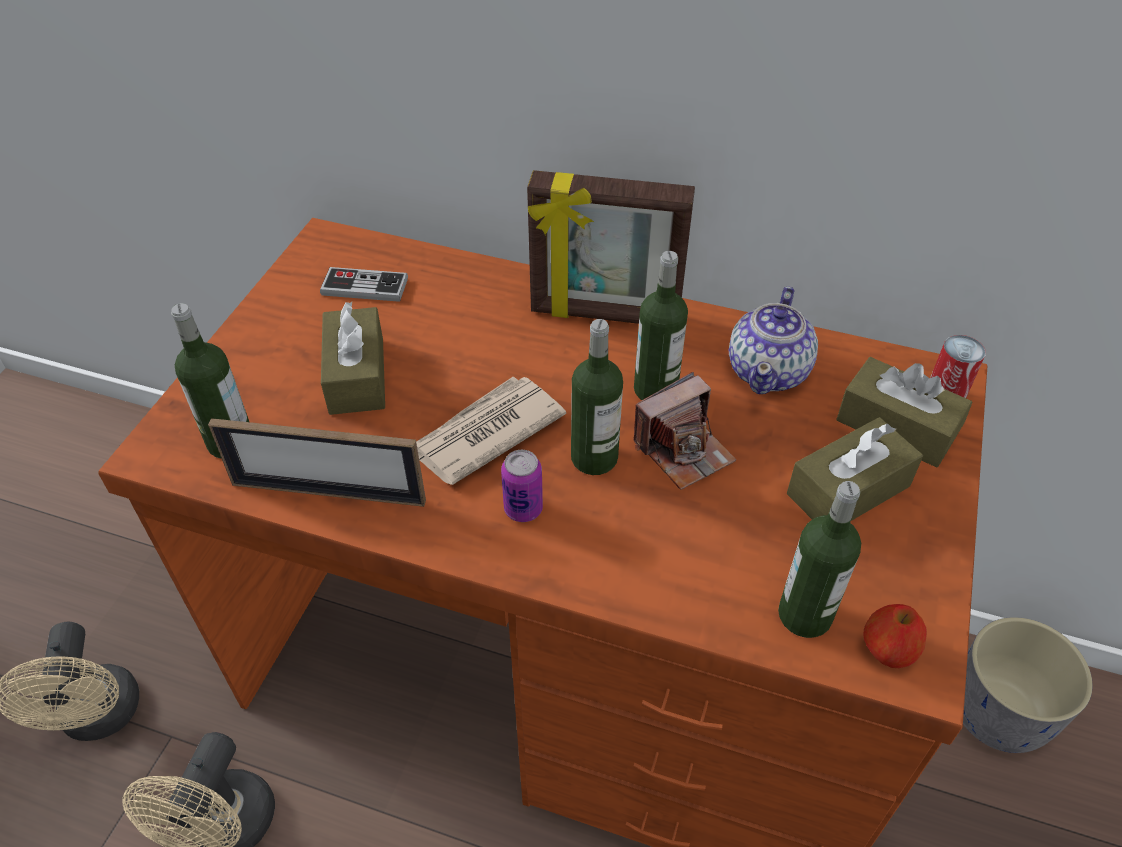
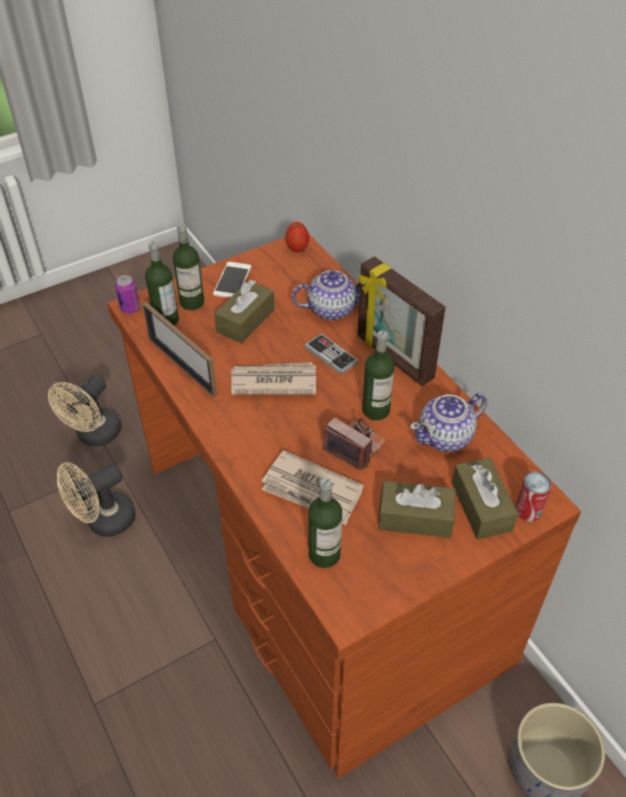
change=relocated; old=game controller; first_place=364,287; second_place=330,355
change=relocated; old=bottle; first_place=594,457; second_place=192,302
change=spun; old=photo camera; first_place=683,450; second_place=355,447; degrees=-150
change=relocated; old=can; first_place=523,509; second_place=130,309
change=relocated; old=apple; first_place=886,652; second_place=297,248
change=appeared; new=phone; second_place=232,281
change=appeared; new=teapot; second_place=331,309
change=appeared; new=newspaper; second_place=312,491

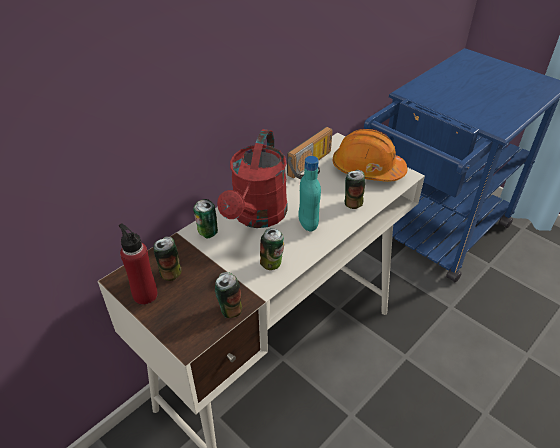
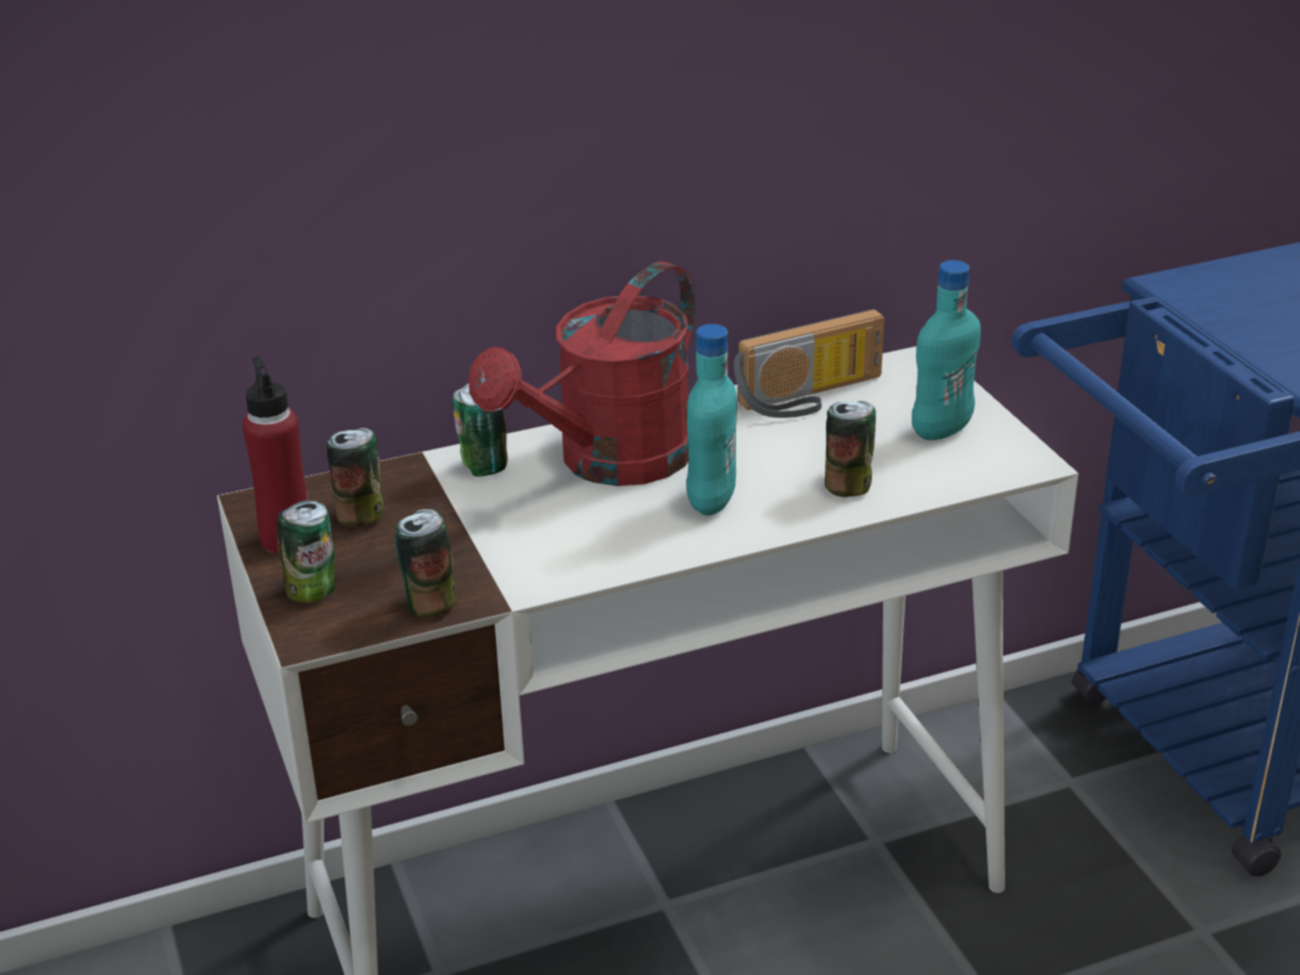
change=exchanged; old=hard hat (orange); new=bottle (turquoise); first_place=367,169; second_place=941,430
change=relocated; old=can; first_place=272,263; second_place=313,592

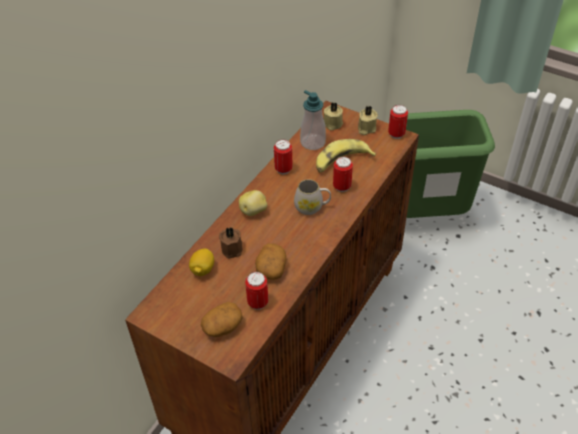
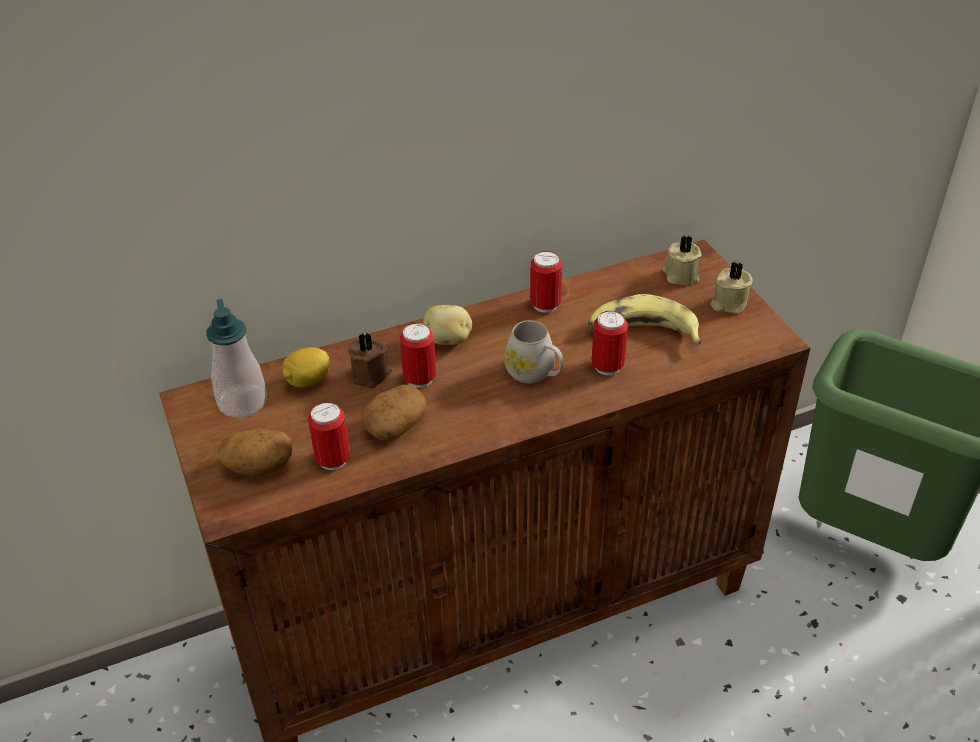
change=relocated; old=soap dispenser; first_place=312,142; second_place=242,402
change=relocated; old=can; first_place=396,134; second_place=420,379

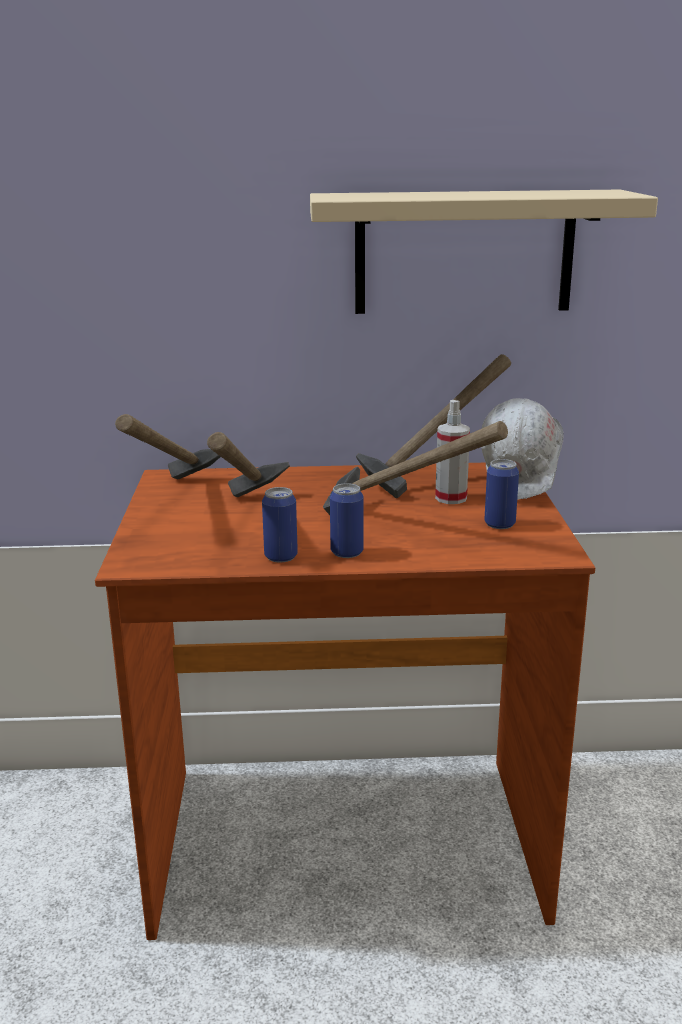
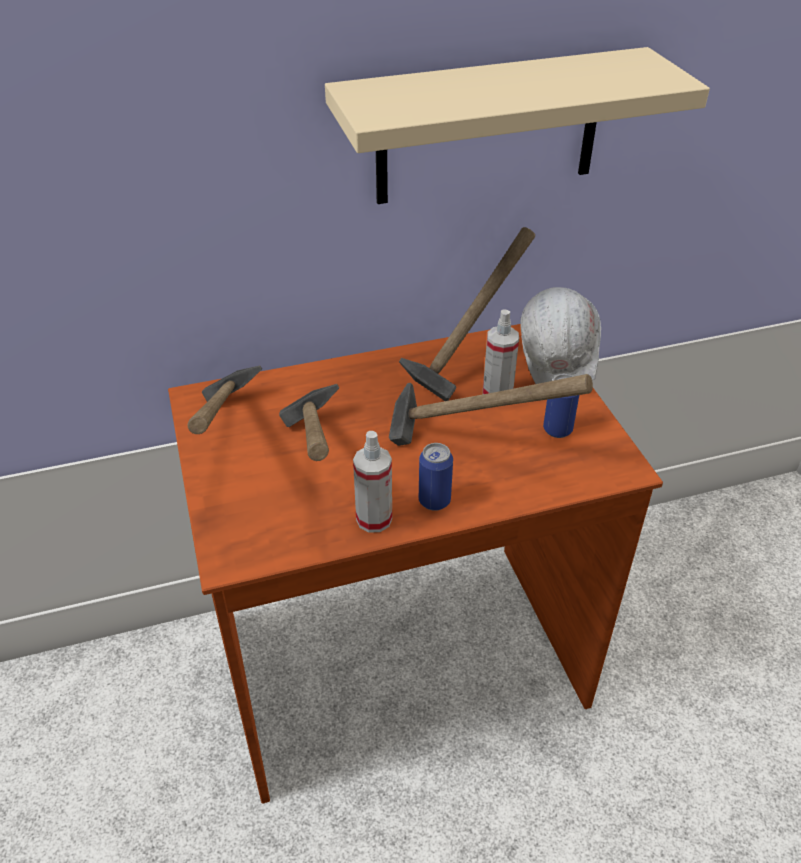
change=exchanged; old=can; new=spray bottle; first_place=281,556; second_place=374,519

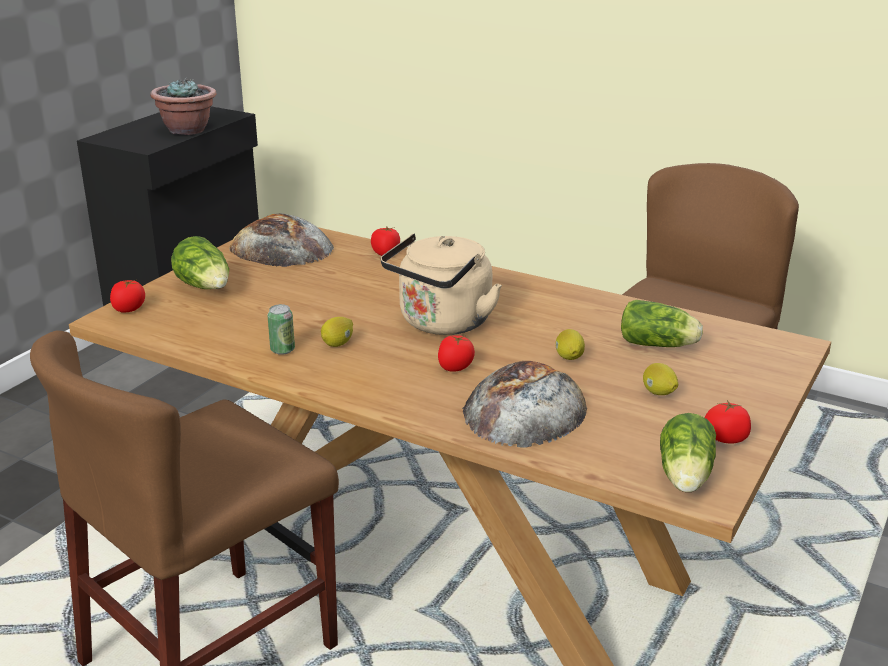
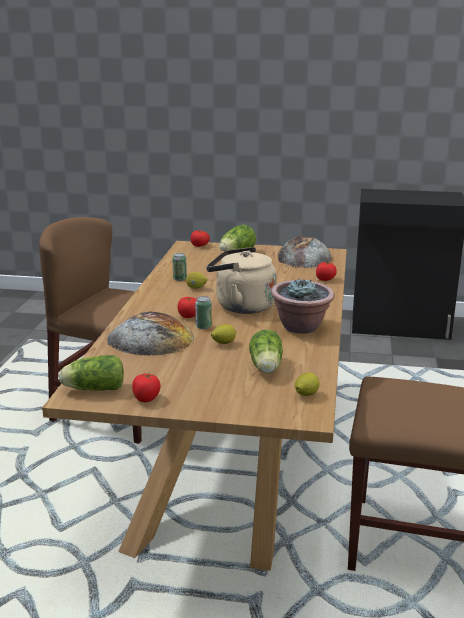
change=relocated; old=potted plant; first_place=187,130; second_place=301,327
change=relocated; old=lemon; first_place=659,393; second_place=306,394
change=appeared; new=can; second_place=203,326

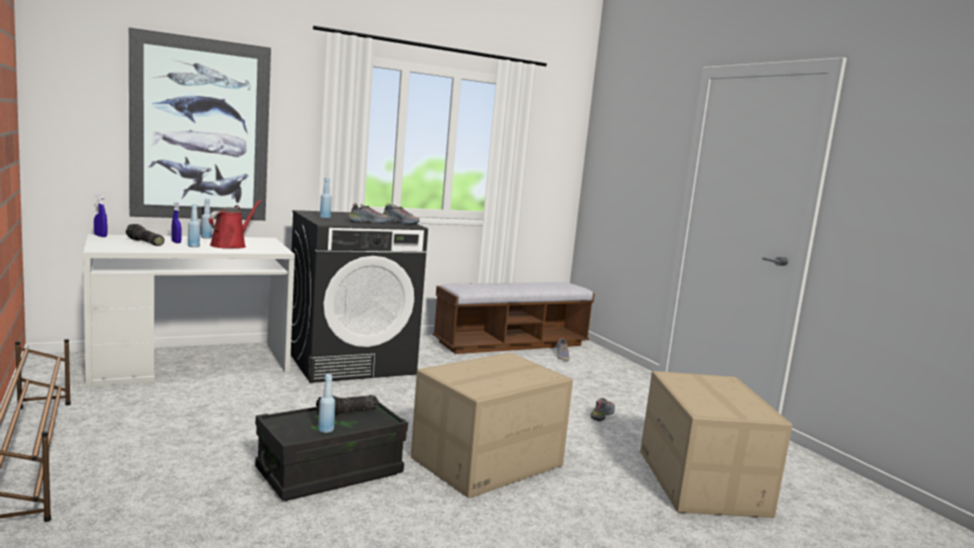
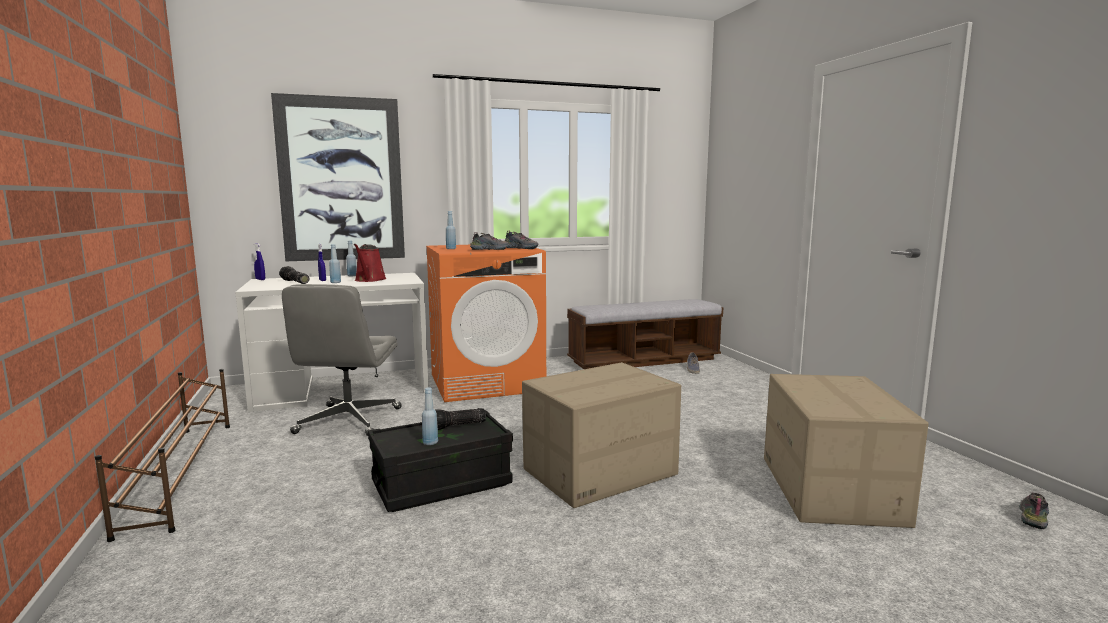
change=spun; old=watering can (red); first_place=230,245; second_place=369,280; degrees=150
change=colour; old=washing machine (black); new=washing machine (orange); first_place=351,362; second_place=487,382
change=relocated; old=shoe; first_place=602,414; second_place=1033,516
change=appeared; new=office chair (grey); second_place=348,421

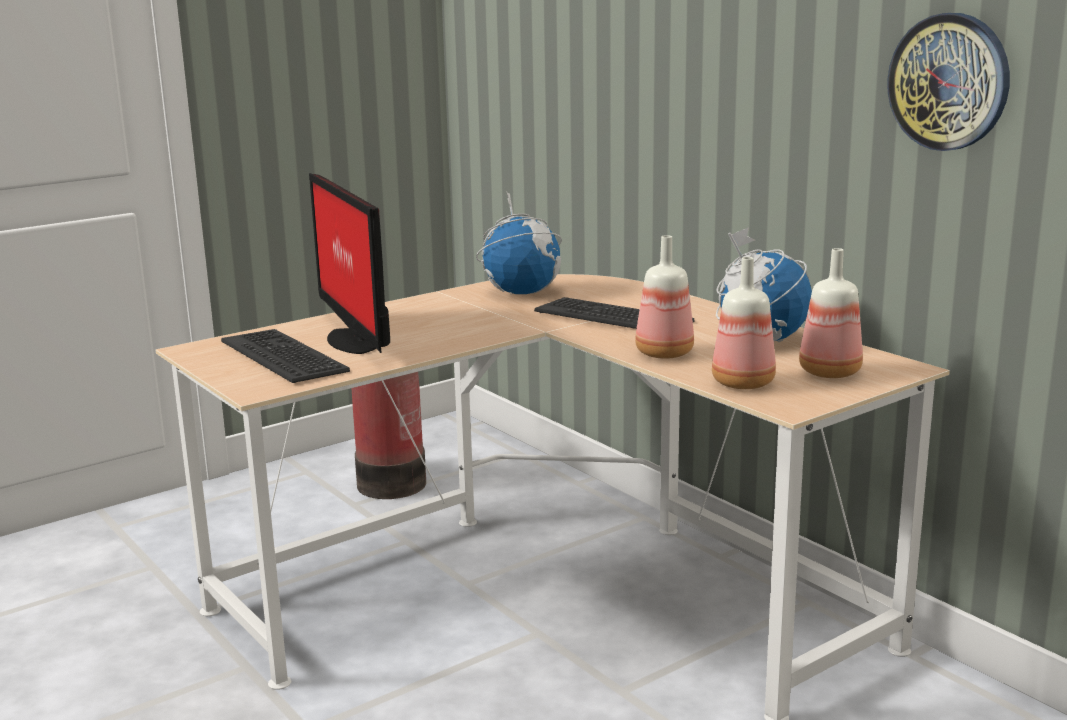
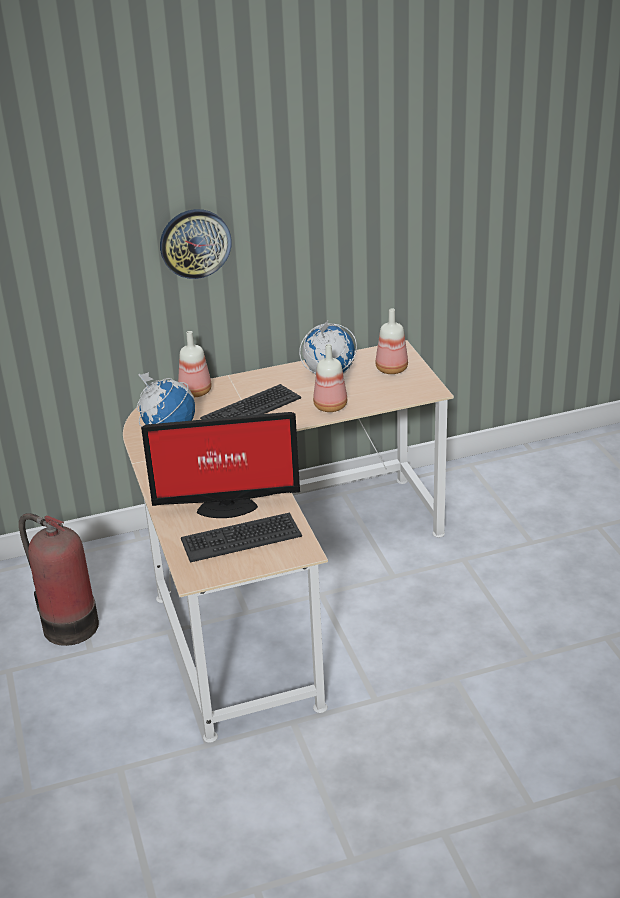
change=relocated; old=wall clock; first_place=949,82; second_place=195,243
change=relocated; old=bottle; first_place=741,382; second_place=194,392

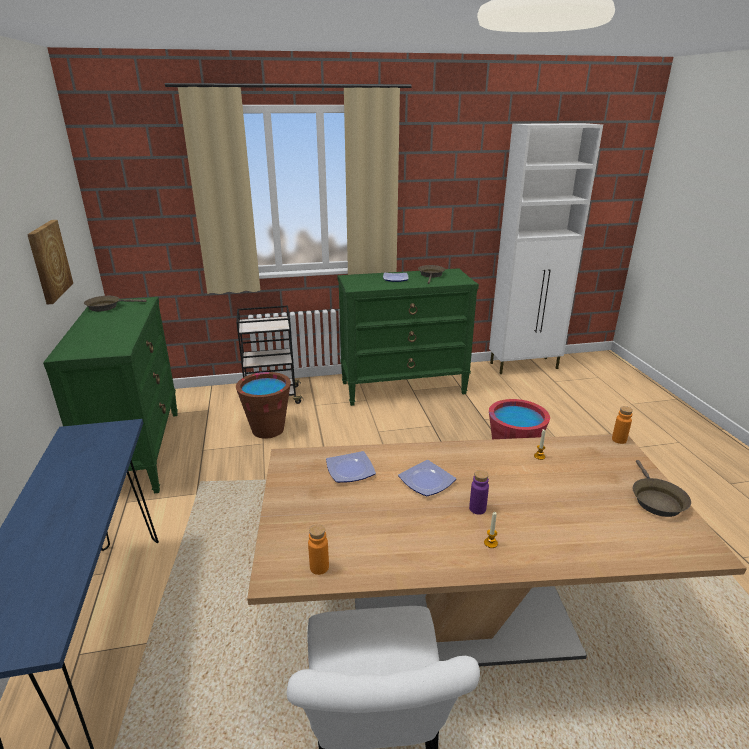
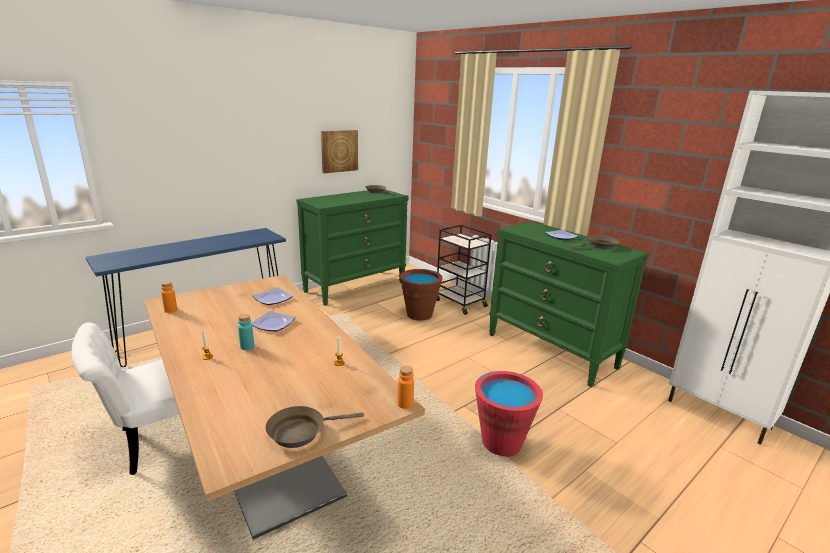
change=colour; old=bottle (purple); new=bottle (turquoise); first_place=477,509; second_place=247,346

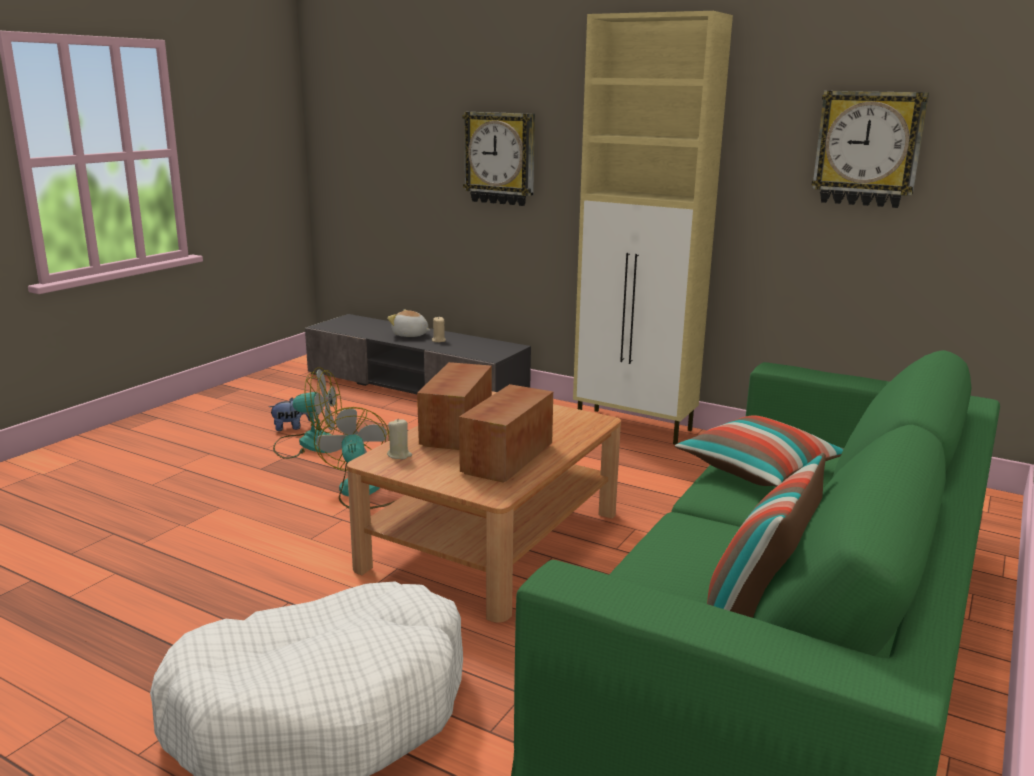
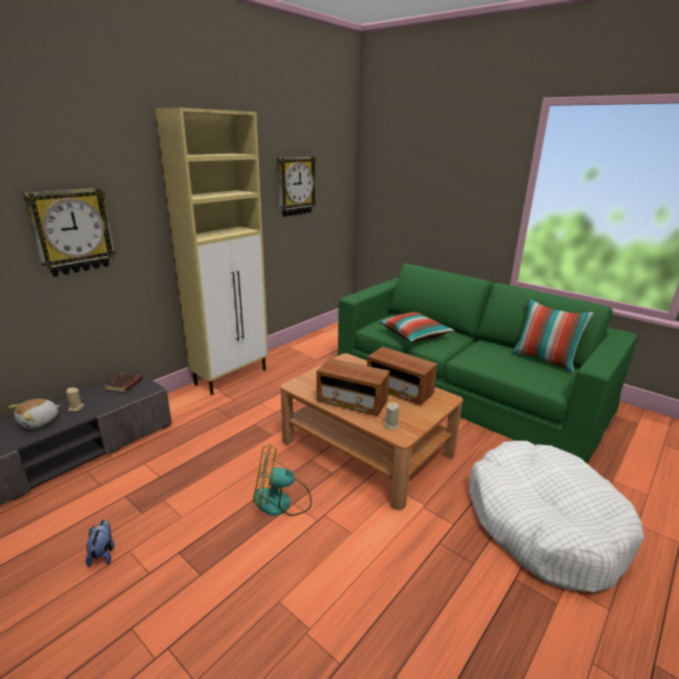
change=missing; old=fan; first_place=308,444
change=appeared; new=book (brown); second_place=124,385

